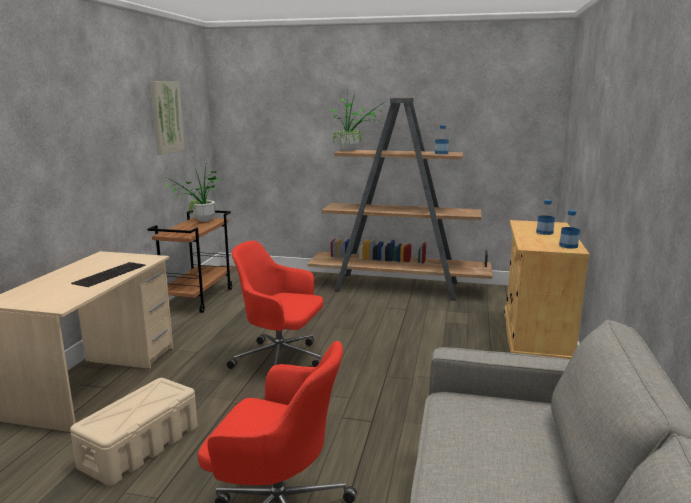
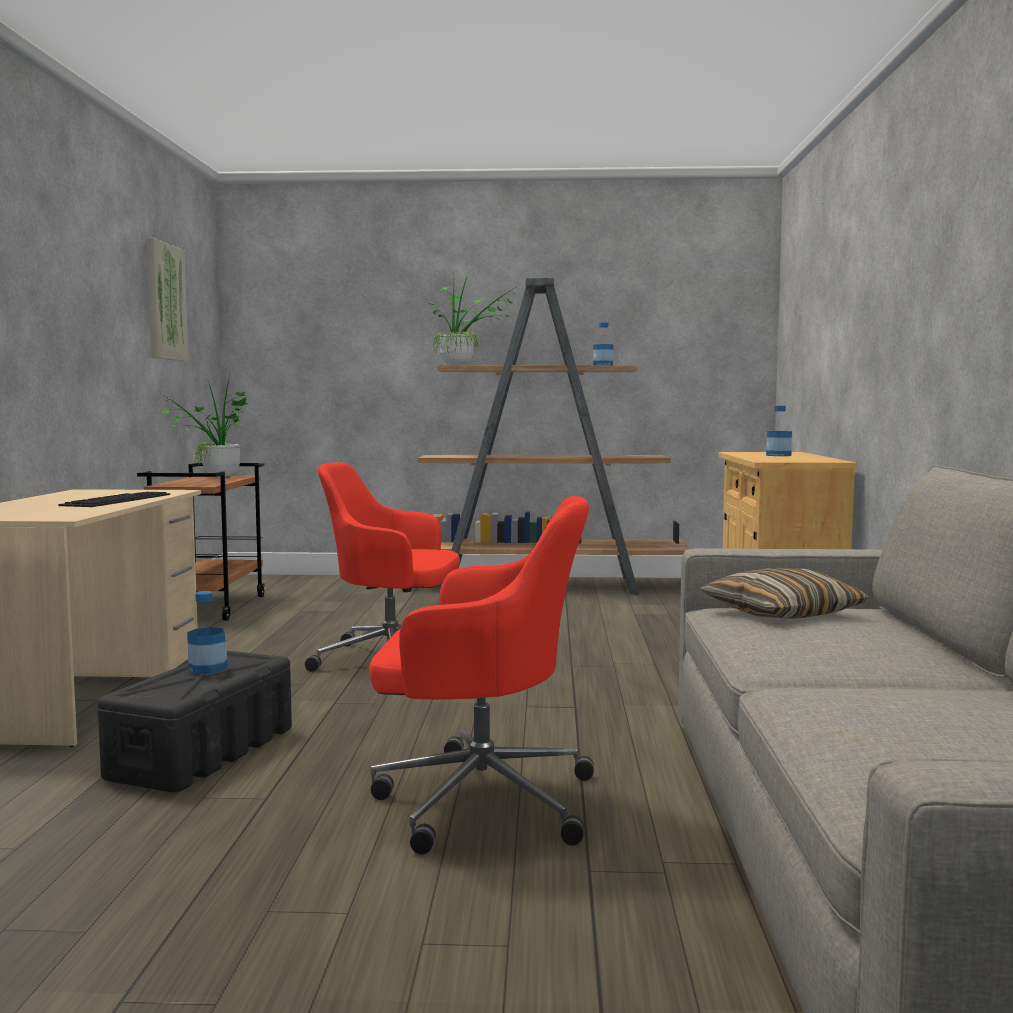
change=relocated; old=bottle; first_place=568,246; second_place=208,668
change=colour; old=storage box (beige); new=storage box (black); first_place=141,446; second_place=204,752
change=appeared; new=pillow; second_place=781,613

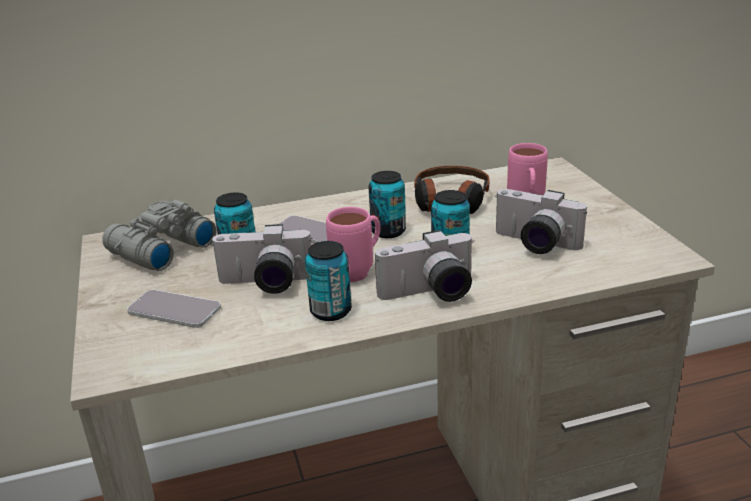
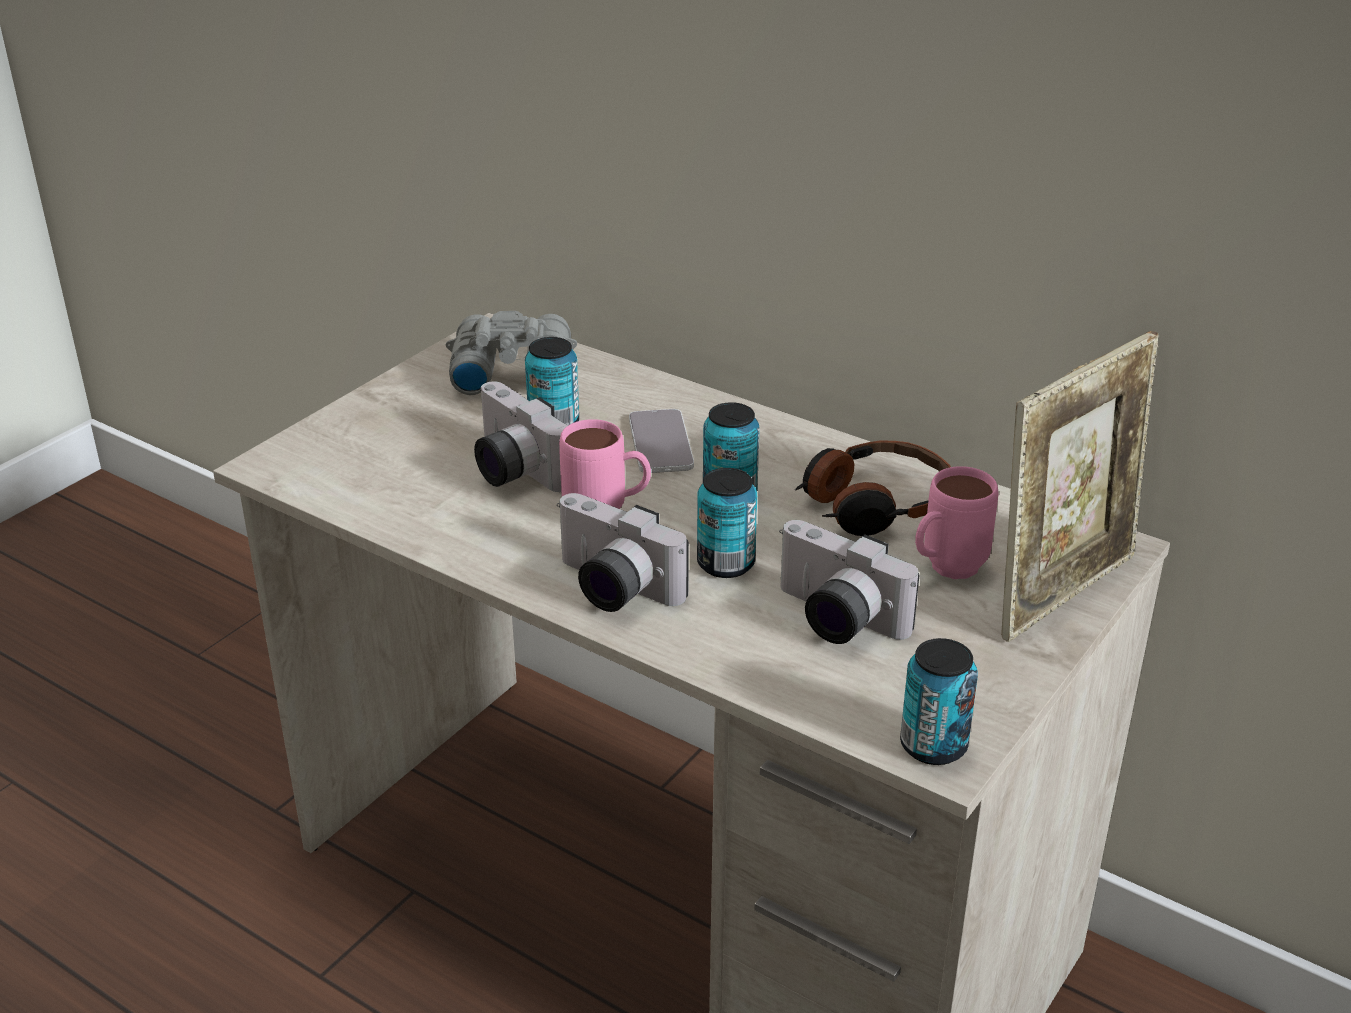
change=spun; old=photo camera; first_place=533,244; second_place=833,619; degrees=-45
change=relocated; old=can; first_place=331,311; second_place=933,746
change=missing; old=phone; first_place=174,310
change=appeared; new=picture frame; second_place=1062,591

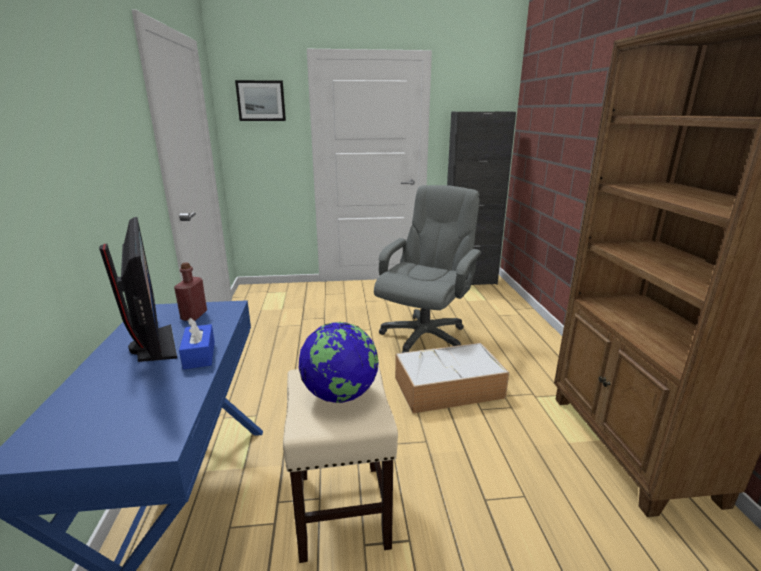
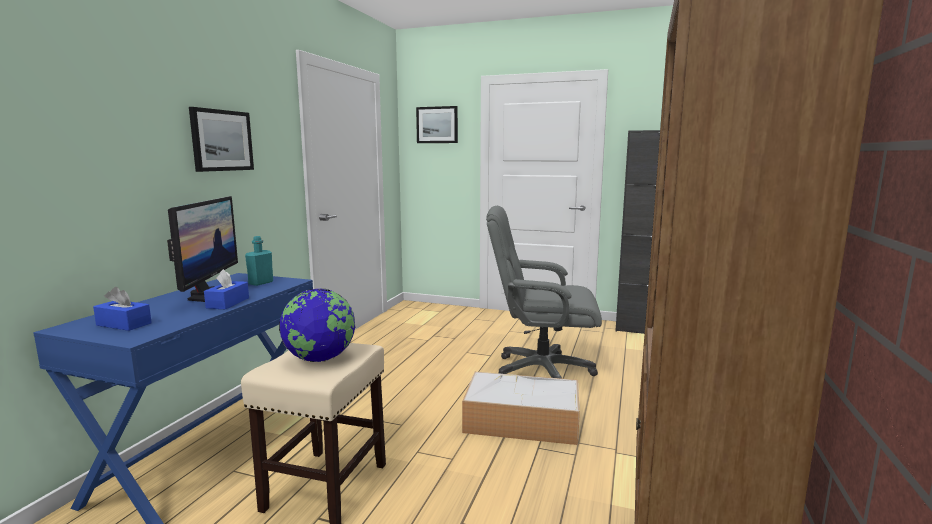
change=spun; old=office chair (grey); first_place=424,336; second_place=541,371; degrees=-135
change=colour; old=bottle (red); new=bottle (turquoise); first_place=194,316; second_place=261,283
change=appeared; new=picture; second_place=221,140
change=appeared; new=tissue box (blue); second_place=124,324

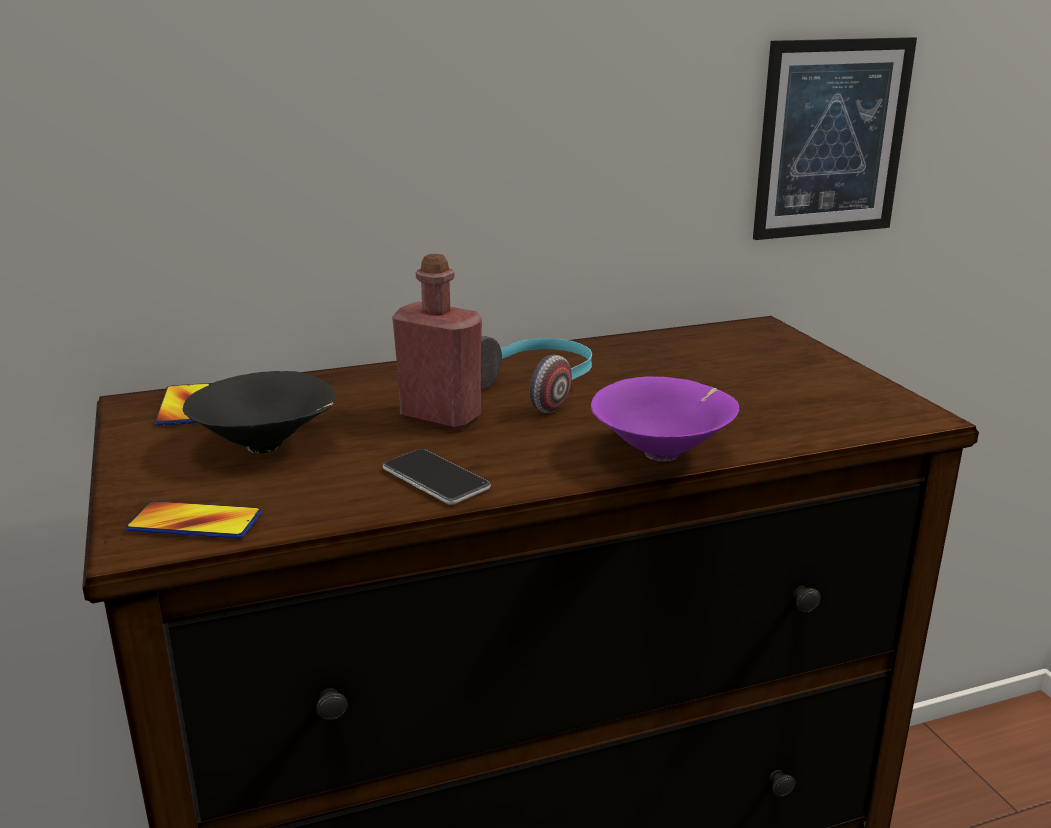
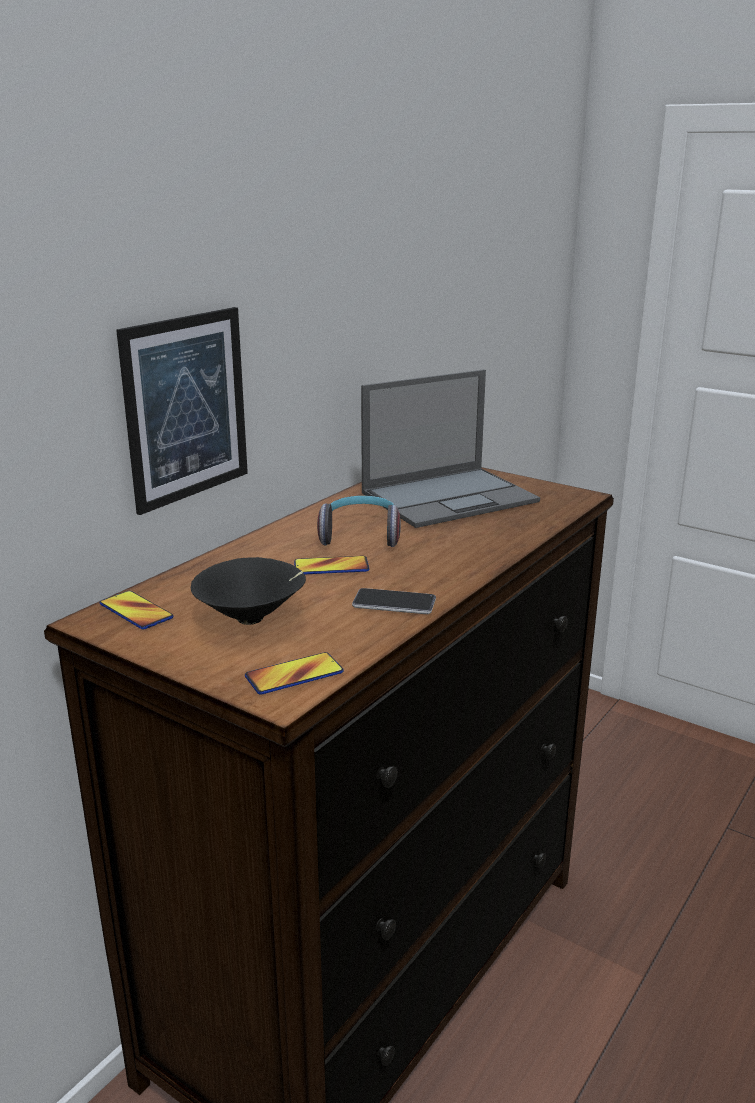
change=relocated; old=picture; first_place=832,139; second_place=186,408
change=exchanged; old=bottle (red); new=phone; first_place=440,416; second_place=331,567
change=missing; old=bowl (purple); first_place=664,453
change=appeared; new=laptop; second_place=450,497

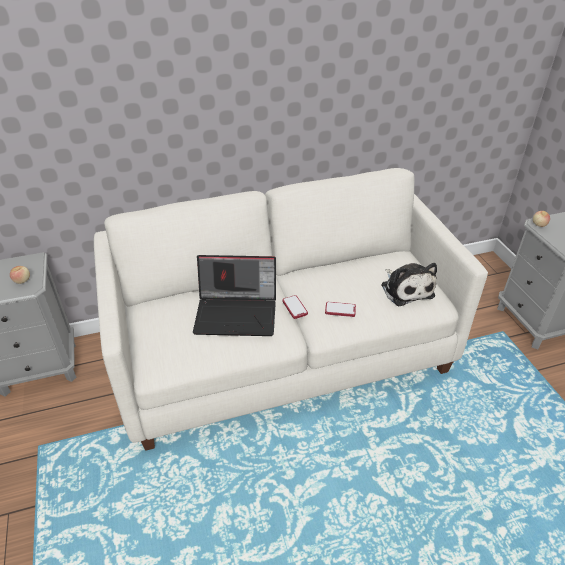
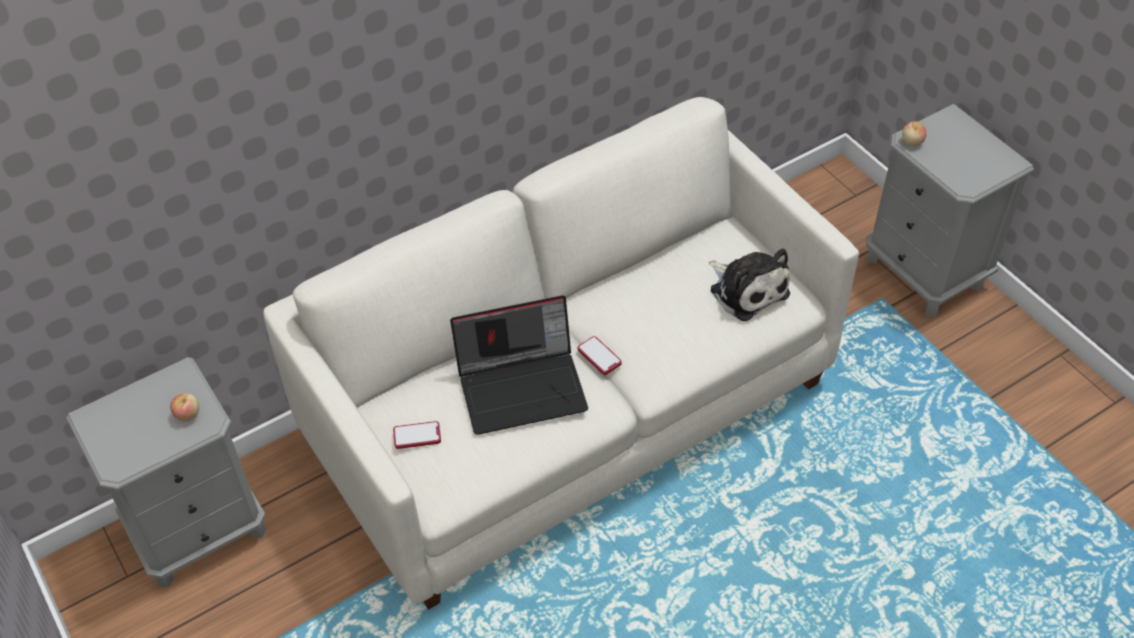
change=relocated; old=phone; first_place=340,310; second_place=417,436

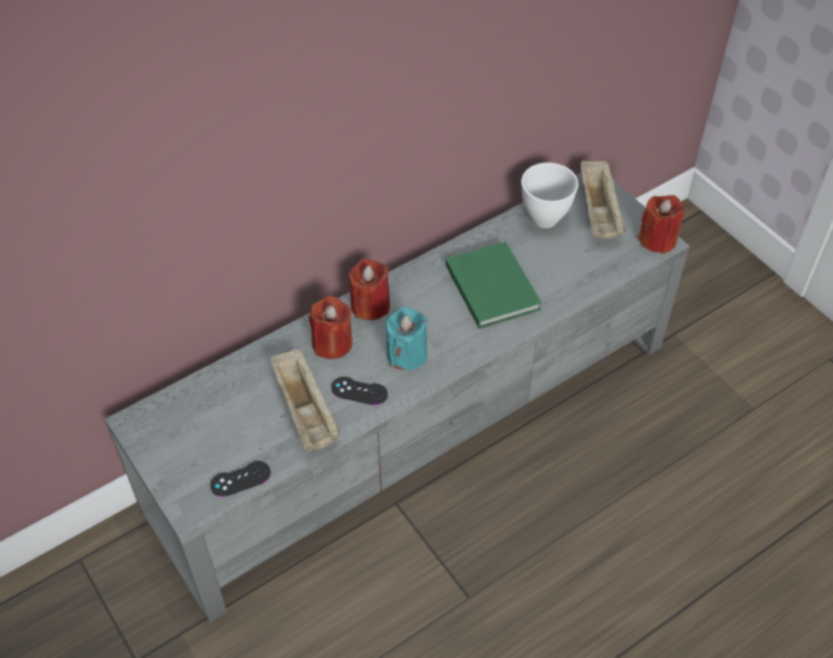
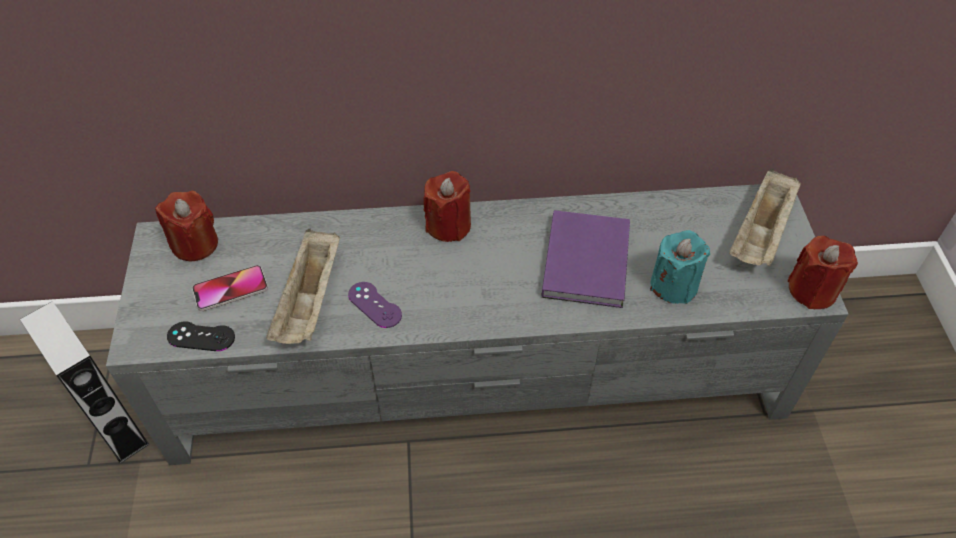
change=missing; old=bowl (white); first_place=546,219
change=colour; old=book (green); new=book (purple); first_place=492,285; second_place=588,259
change=relocated; old=candle (red); first_place=332,343; second_place=195,244
change=relocated; old=candle (turquoise); first_place=406,354; second_place=674,285
change=colour; old=game controller (black); new=game controller (purple); first_place=359,391; second_place=374,305
change=appeared; new=phone; second_place=230,289
change=appeared; new=speaker (grey); second_place=116,427

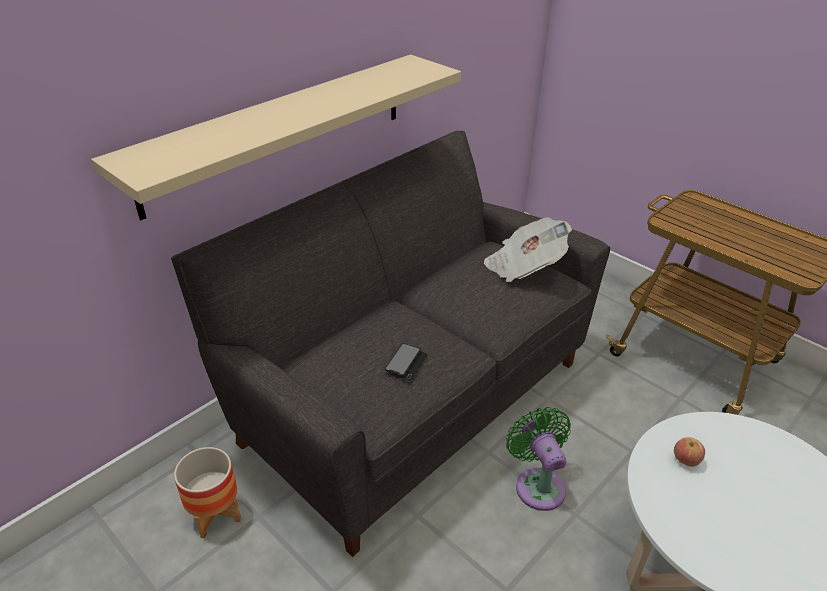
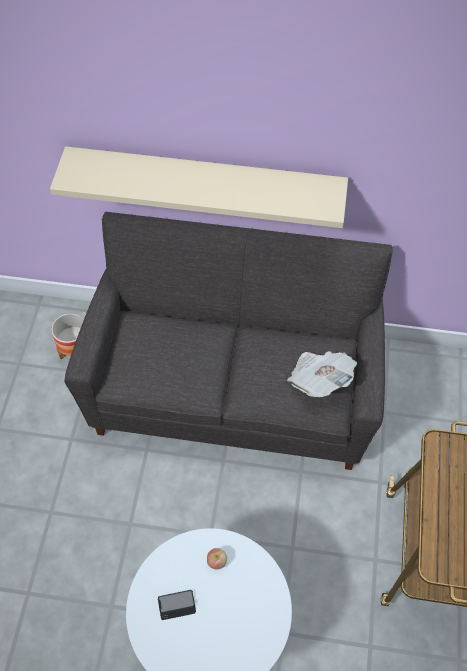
change=relocated; old=phone; first_place=406,363; second_place=177,605
change=missing; old=fan (green); first_place=538,484

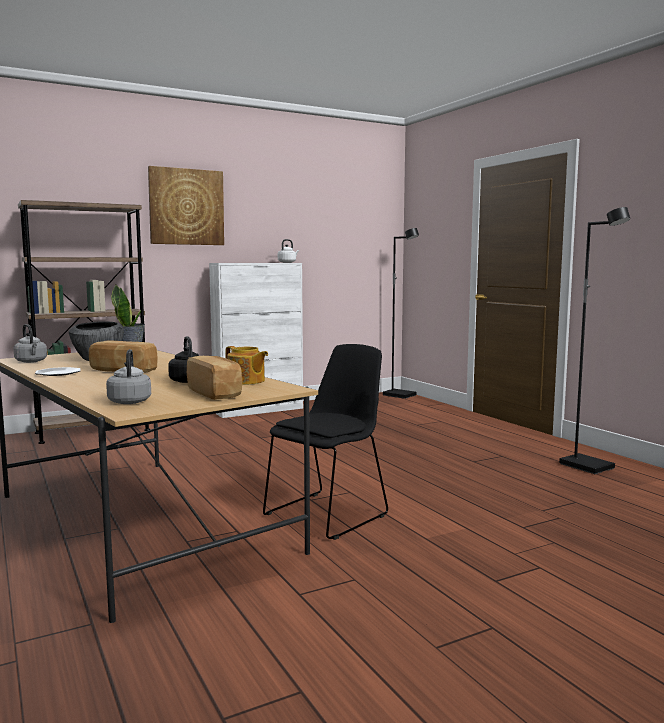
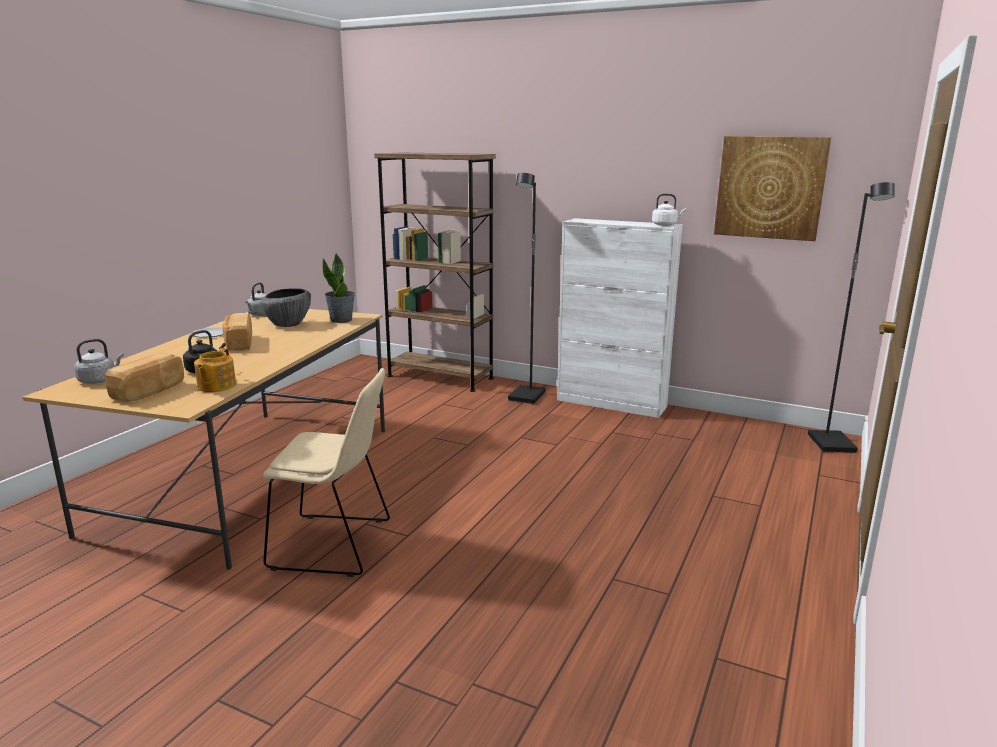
change=relocated; old=picture; first_place=186,207; second_place=770,187
change=relocated; old=floor lamp (black); first_place=588,466; second_place=527,397
change=colour; old=chair (black); new=chair (beige); first_place=328,513; second_place=335,545

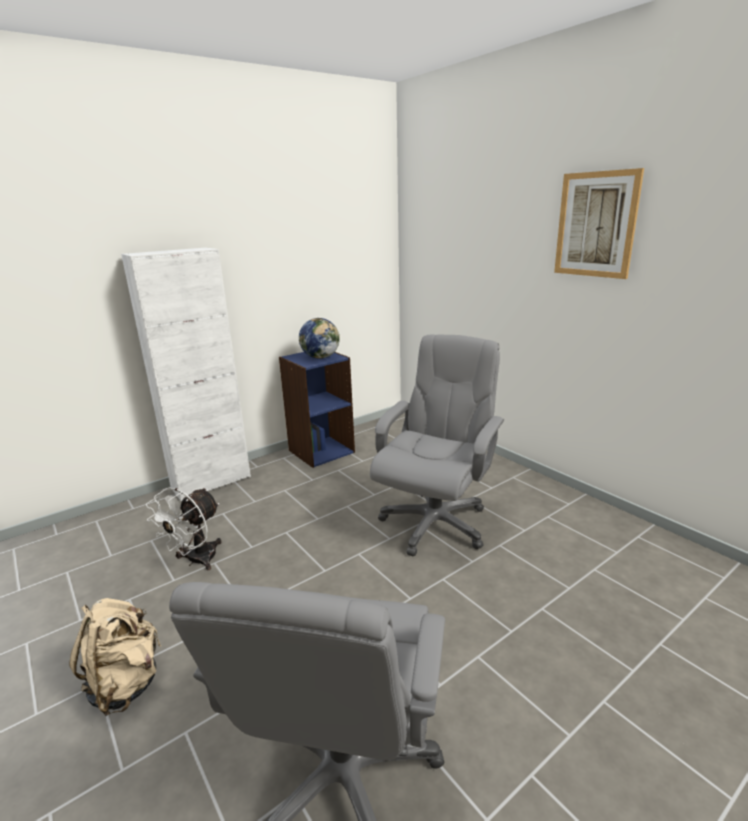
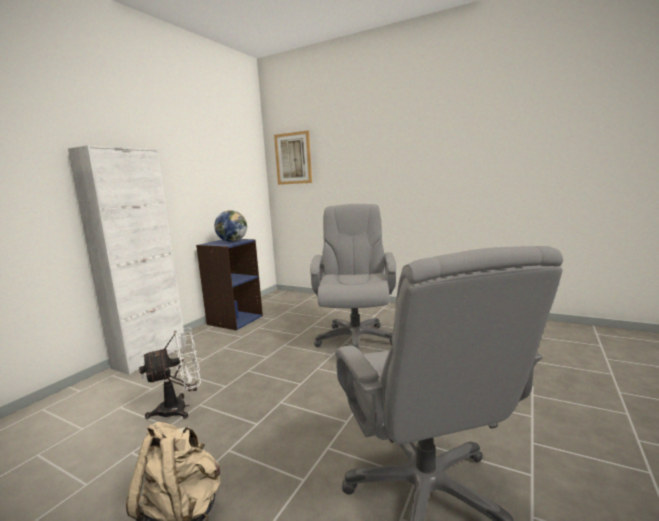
change=relocated; old=picture; first_place=596,225; second_place=293,158
change=spun; old=fan (white); first_place=196,561; second_place=180,408; degrees=-120

